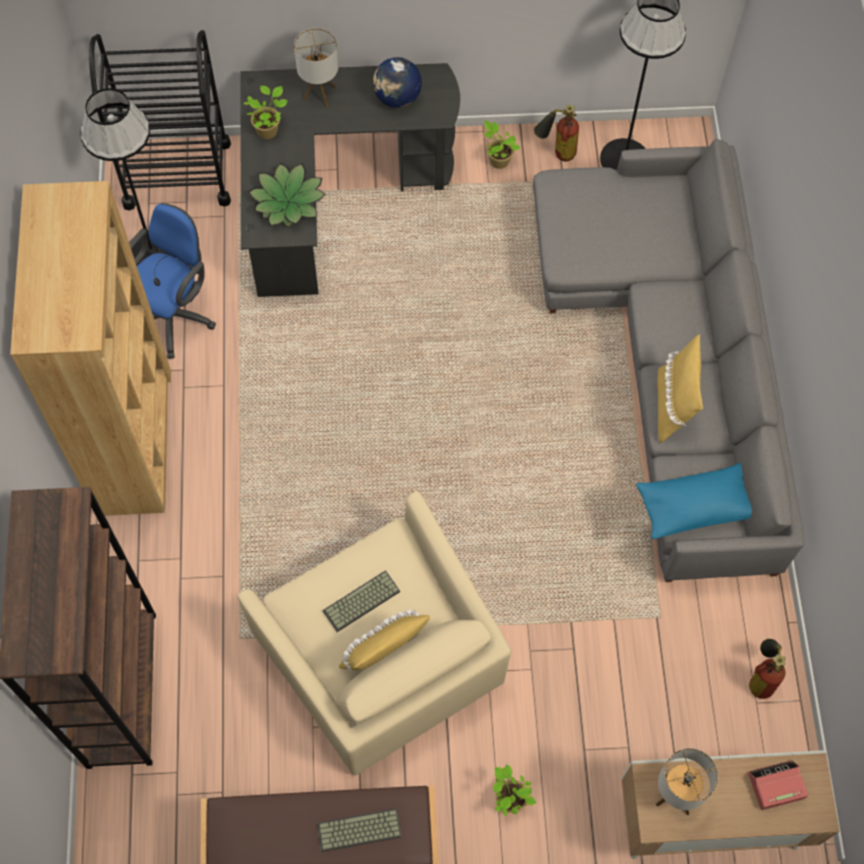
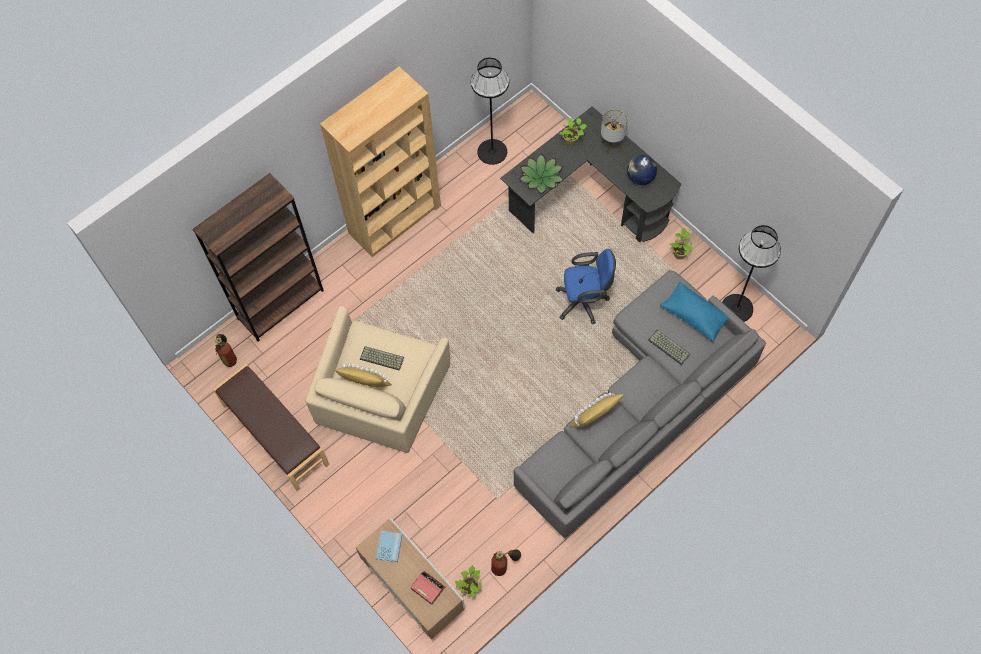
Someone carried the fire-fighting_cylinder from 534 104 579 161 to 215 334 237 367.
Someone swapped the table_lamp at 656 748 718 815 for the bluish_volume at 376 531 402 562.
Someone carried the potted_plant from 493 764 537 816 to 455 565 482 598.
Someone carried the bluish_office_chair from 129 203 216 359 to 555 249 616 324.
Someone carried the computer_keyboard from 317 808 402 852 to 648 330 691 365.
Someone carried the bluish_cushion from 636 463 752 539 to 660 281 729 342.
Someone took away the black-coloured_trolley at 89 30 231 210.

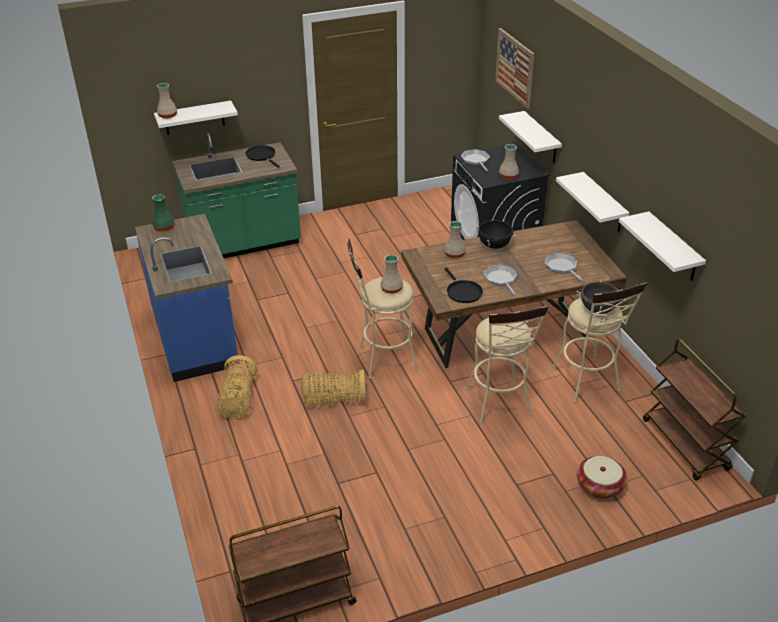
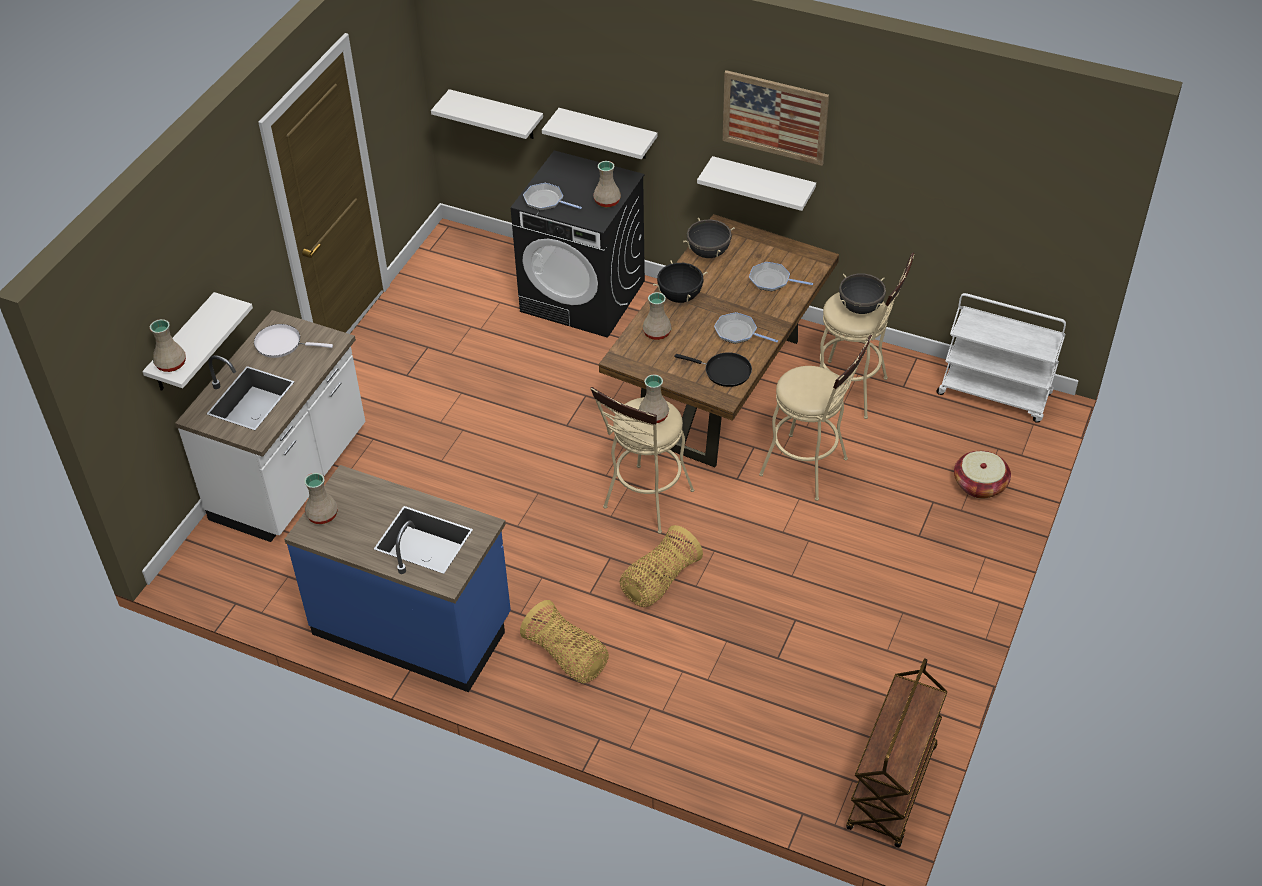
Someone repainted the green_counter at 172 133 301 258, which became the whitish_counter at 175 310 365 542.
Someone repainted the black-coloured_frying_pan at 246 145 280 168, which became the whitish_frying_pan at 254 324 333 358.
Someone repainted the green_decorative_vase at 152 194 174 232, which became the sand-coloured_decorative_vase at 304 473 338 524.
Someone carried the whitish_shelf from 619 211 706 281 to 431 89 543 139.
Someone put down the black-coloured_stockpot at 683 218 735 258.
Someone carried the picture from 495 28 534 109 to 723 70 829 166.
Someone repainted the brown_trolley at 643 339 746 481, which became the whitish_trolley at 936 293 1066 423.

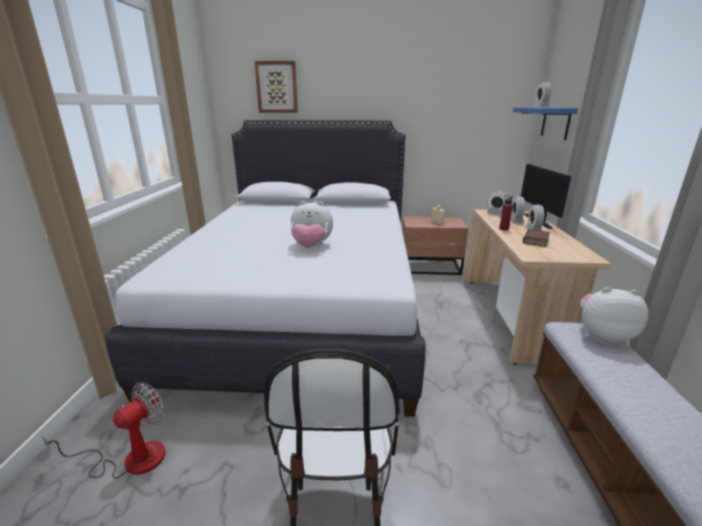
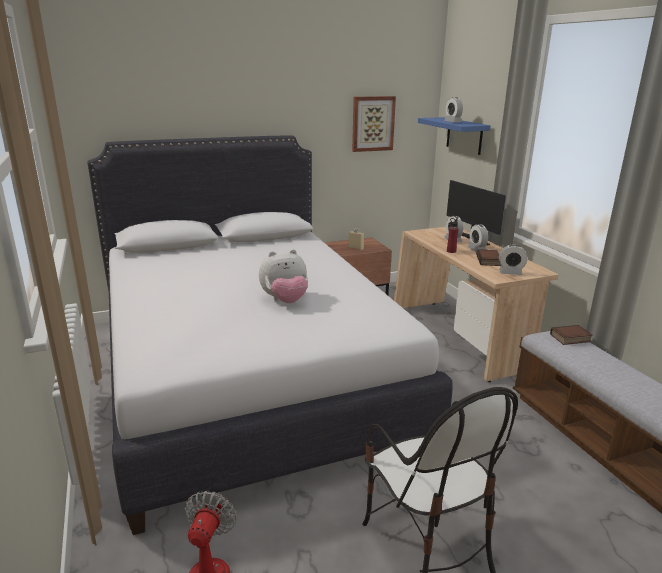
Someone carried the picture from 255 61 298 113 to 352 96 396 152.
Someone carried the bedside_clock from 487 191 509 215 to 499 245 527 275.
Someone swapped the soft_toy at 580 287 648 344 for the volume at 550 325 593 345.

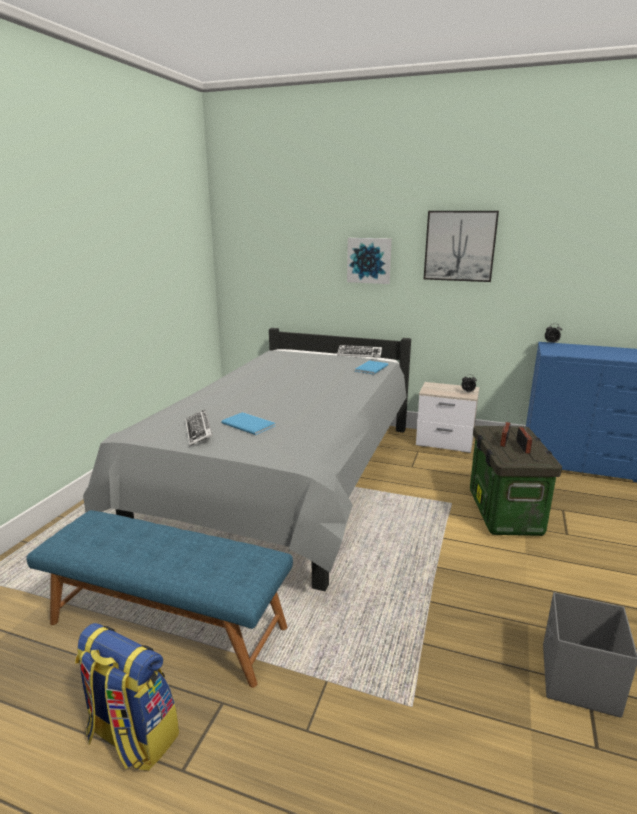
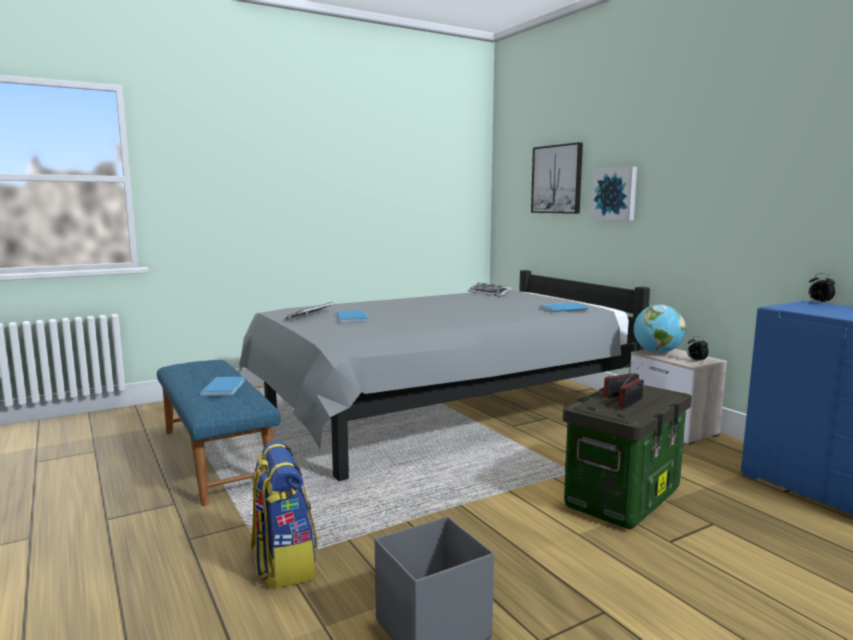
Someone put down the bluish_volume at 199 377 246 396.
Someone carried the backpack from 75 623 179 771 to 251 440 318 589.
Someone carried the computer_keyboard from 337 345 382 358 to 468 282 512 297.
Someone carried the picture from 424 211 499 282 to 531 142 583 214.
Someone put down the globe at 634 304 686 354.

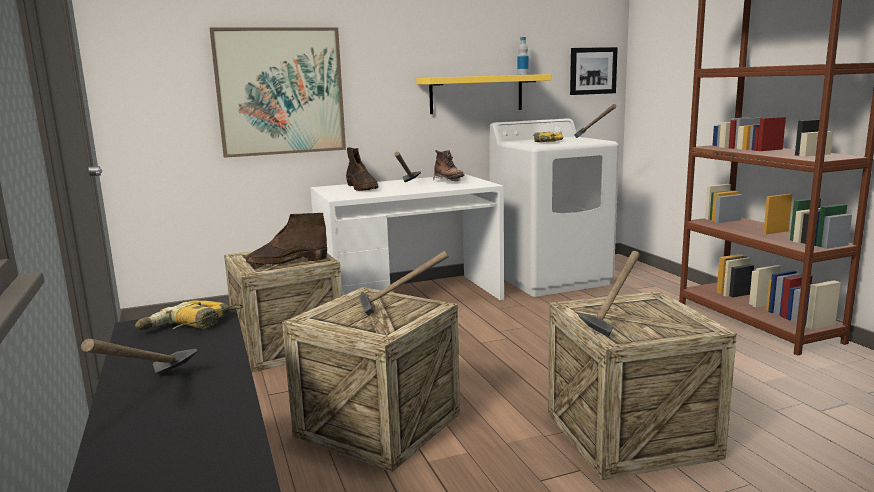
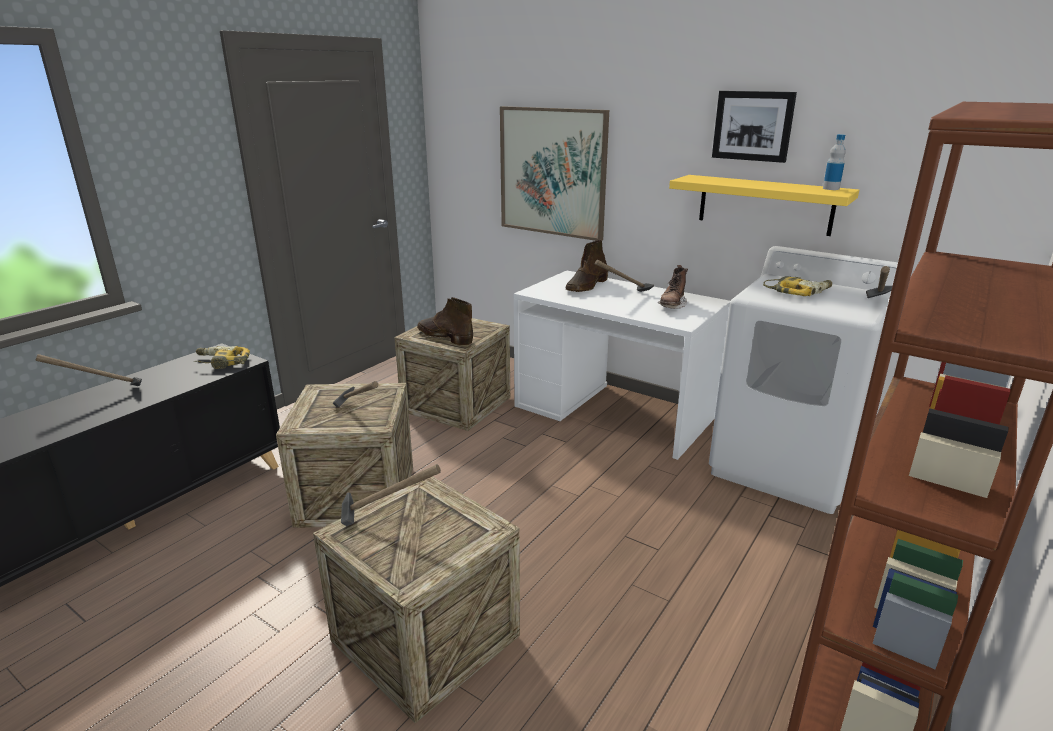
Someone carried the picture from 570 47 618 95 to 712 91 797 163.

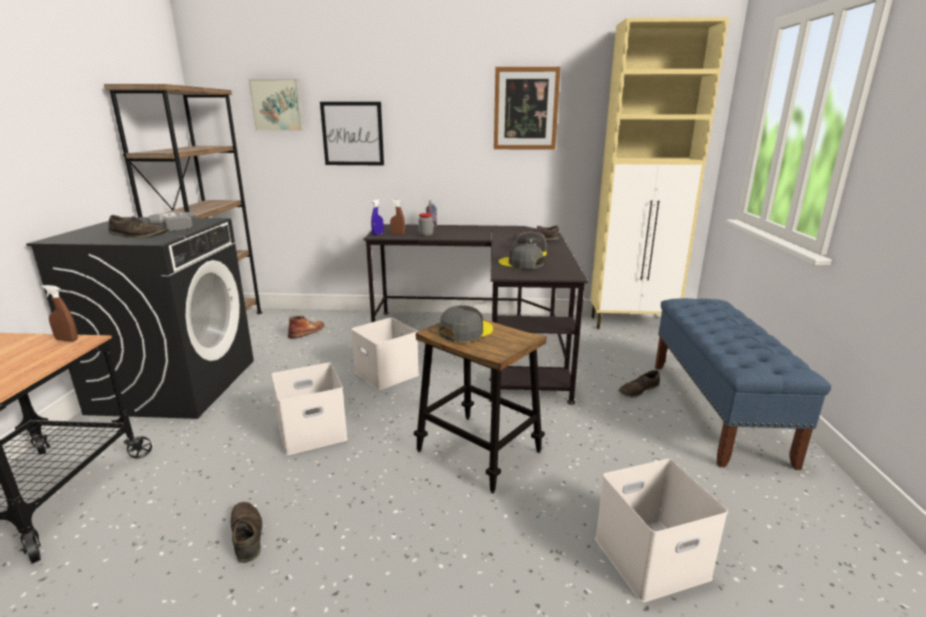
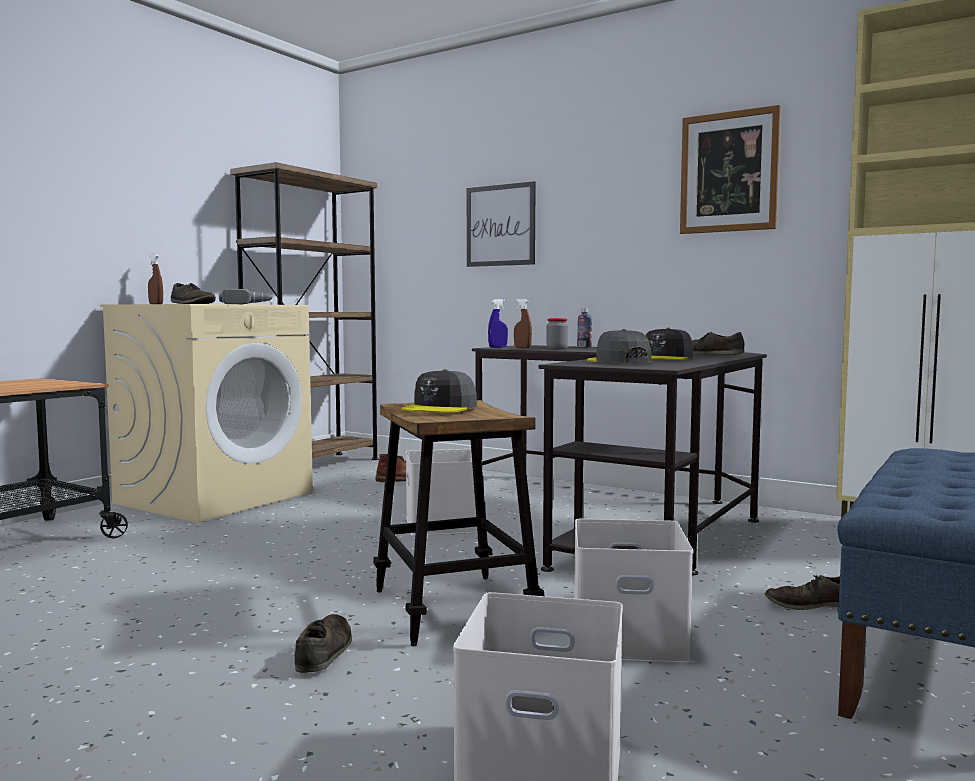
Someone repainted the black-coloured_laundry_appliance at 26 217 254 419, which became the sand-coloured_laundry_appliance at 100 304 313 523.
Someone carried the brown_sprayer from 42 285 78 341 to 148 254 163 304.
Someone carried the brown_item_of_footwear from 231 502 262 563 to 295 614 352 673.
Someone rotated the greyish_cap at 439 305 493 342 by 135 degrees clockwise.
Someone carried the whitish_storage_bin from 271 363 348 456 to 574 519 693 663.
Someone took away the picture at 248 79 304 131.

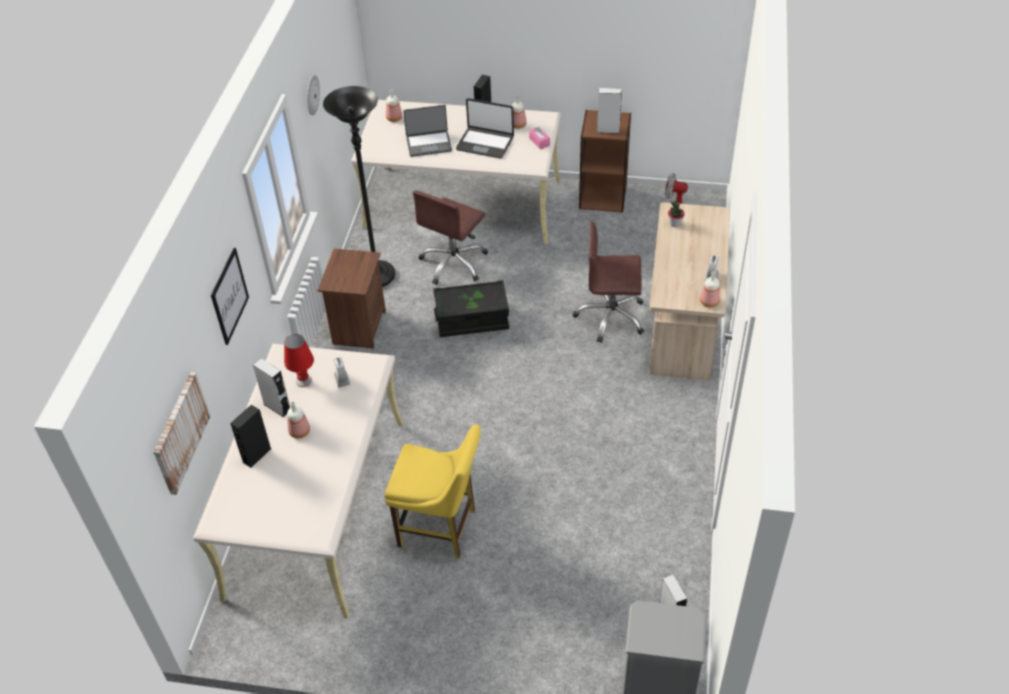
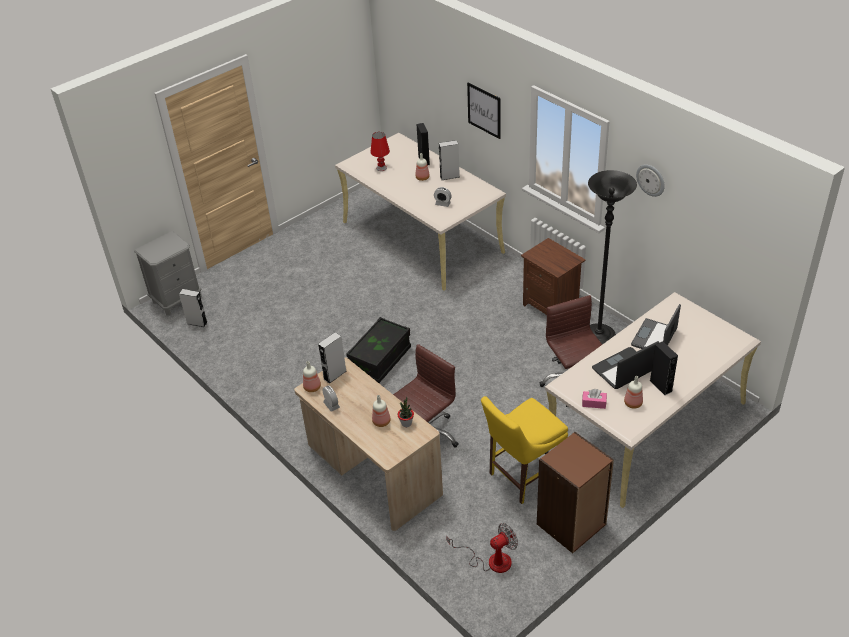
Someone carried the greyish_audio_speaker from 597 88 622 134 to 318 332 346 384.
Someone carried the black-coloured_storage_bin from 433 280 509 337 to 346 317 411 383.
Someone carried the red_table_lamp from 284 334 314 387 to 371 132 390 171.
Someone carried the beverage_bottle from 386 89 402 122 to 372 395 390 427.
Someone carried the yellow_upright_chair from 385 424 481 559 to 481 396 568 504.
Someone took away the picture at 153 372 210 495.

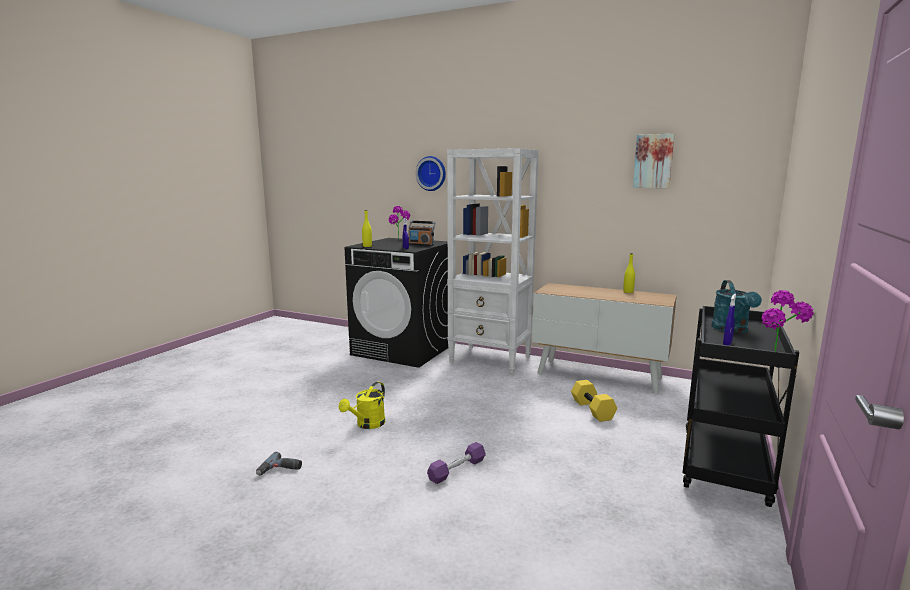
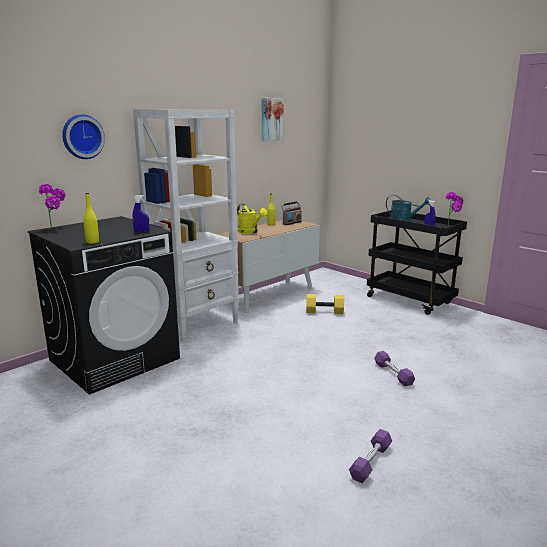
Someone carried the yellow_watering_can from 339 381 385 429 to 237 204 267 234.
Someone carried the radio_set from 408 221 435 246 to 281 201 302 225.
Someone swapped the drill at 256 452 302 476 for the purple_hand_weight at 349 429 392 483.

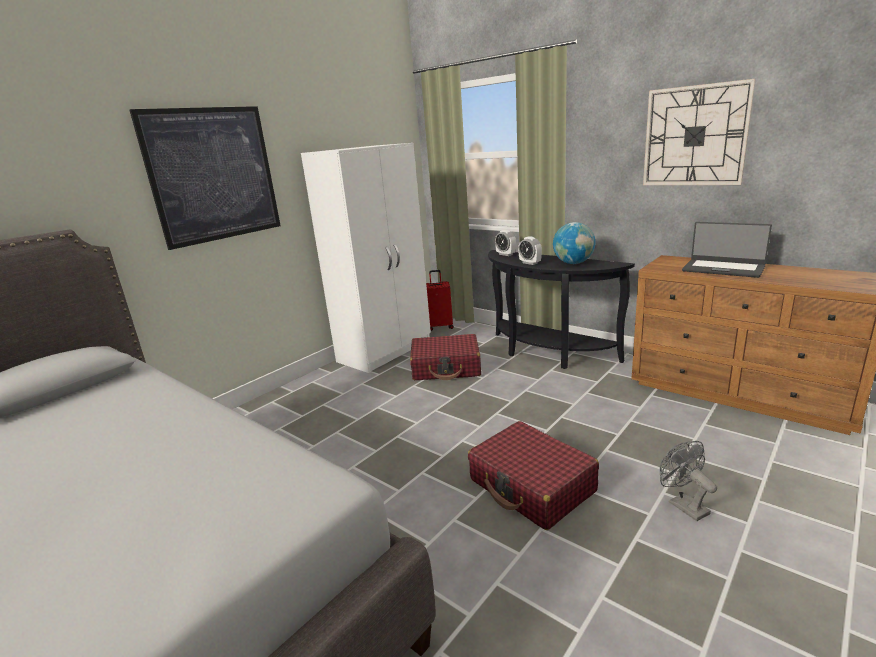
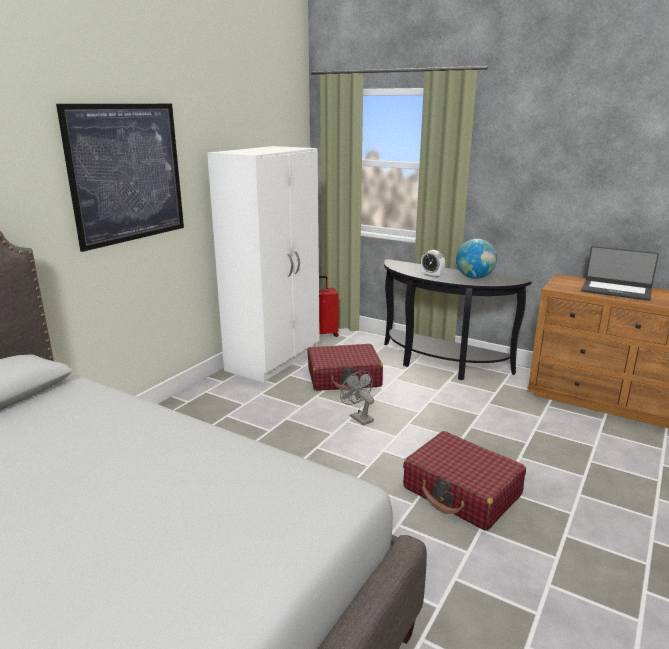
Someone carried the greyish_fan from 660 441 717 521 to 340 371 374 426.
Someone took away the bedside_clock at 495 230 516 256.
Someone took away the wall_clock at 643 79 756 185.

